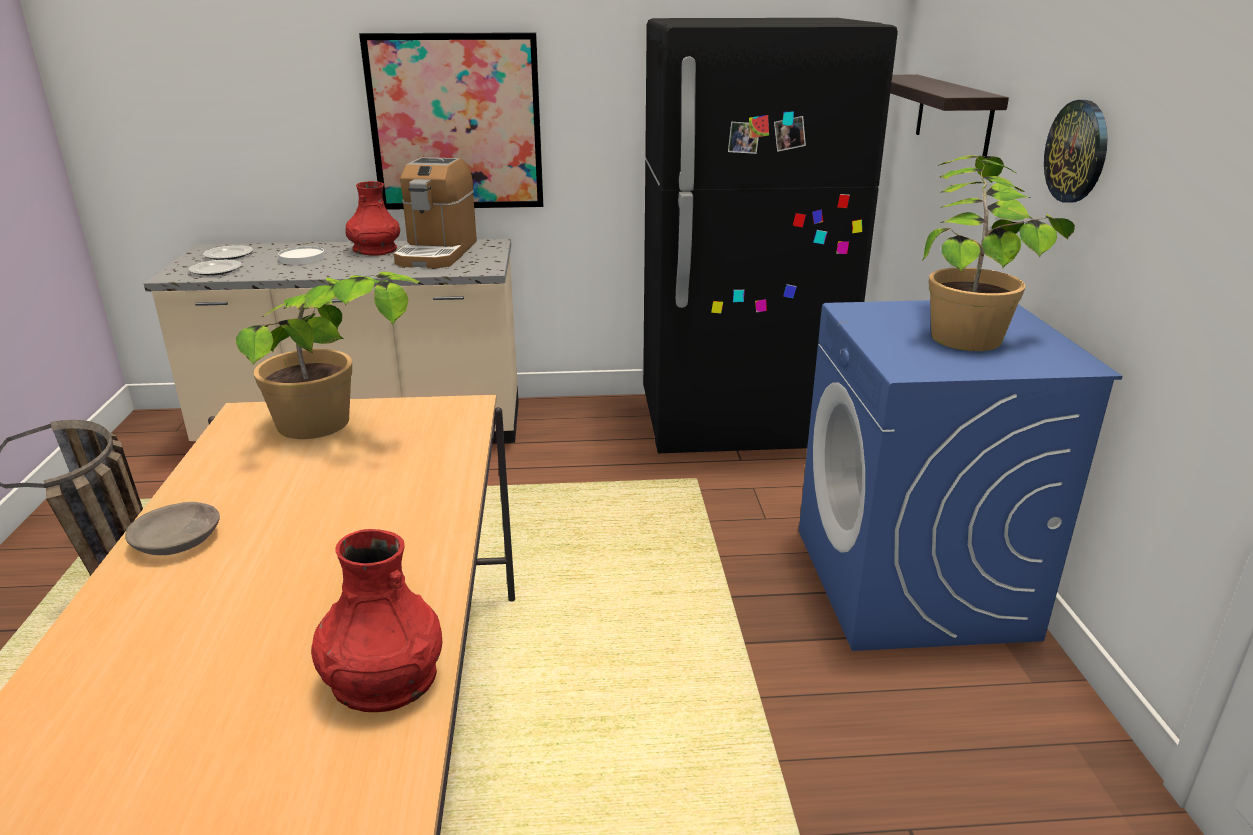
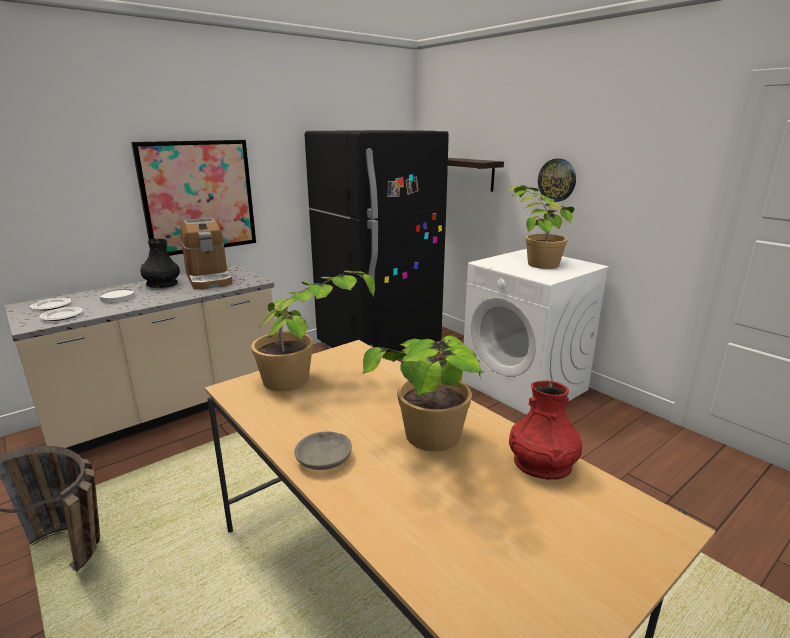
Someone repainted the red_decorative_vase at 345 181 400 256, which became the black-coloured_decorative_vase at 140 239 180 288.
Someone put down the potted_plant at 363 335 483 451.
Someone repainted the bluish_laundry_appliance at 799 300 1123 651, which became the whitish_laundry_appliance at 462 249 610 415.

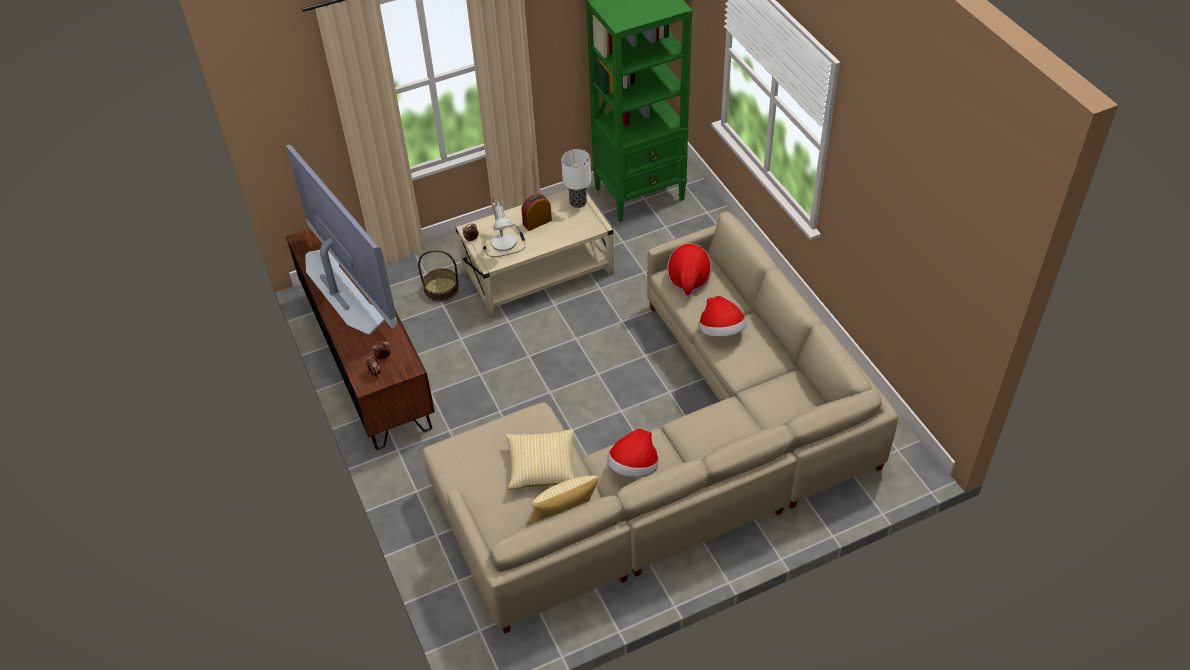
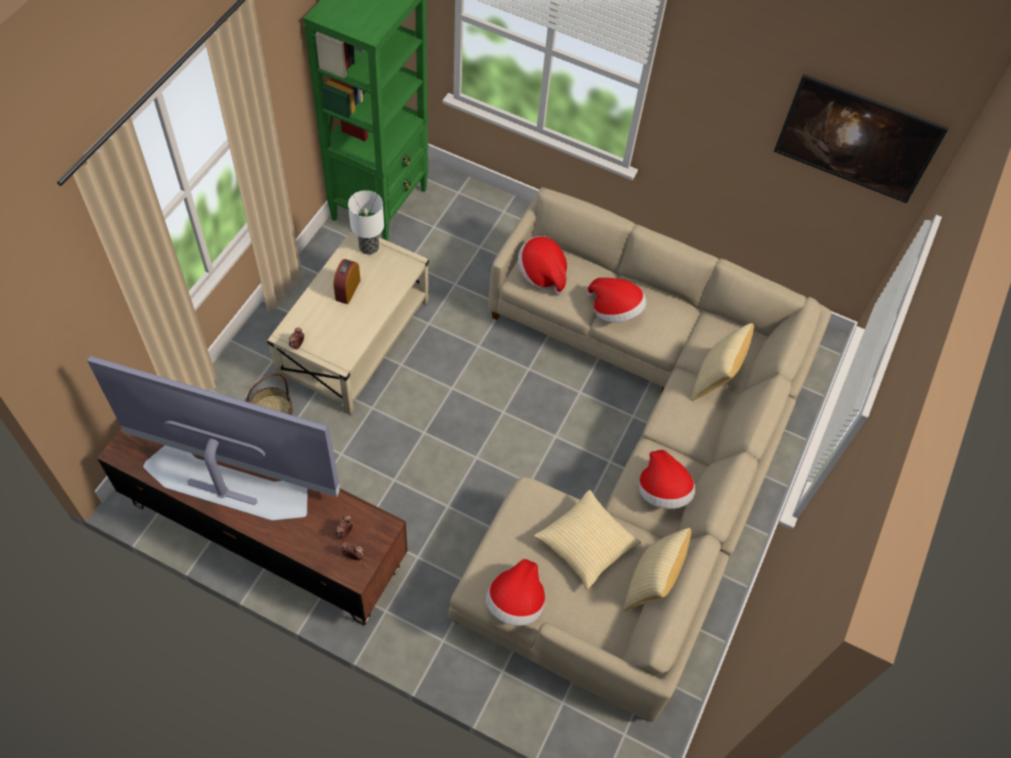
Someone put down the wearable_hat at 486 559 545 626.
Someone put down the cushion at 691 323 754 401.
Someone put up the picture at 774 74 949 203.
Someone took away the table_lamp at 483 199 526 257.

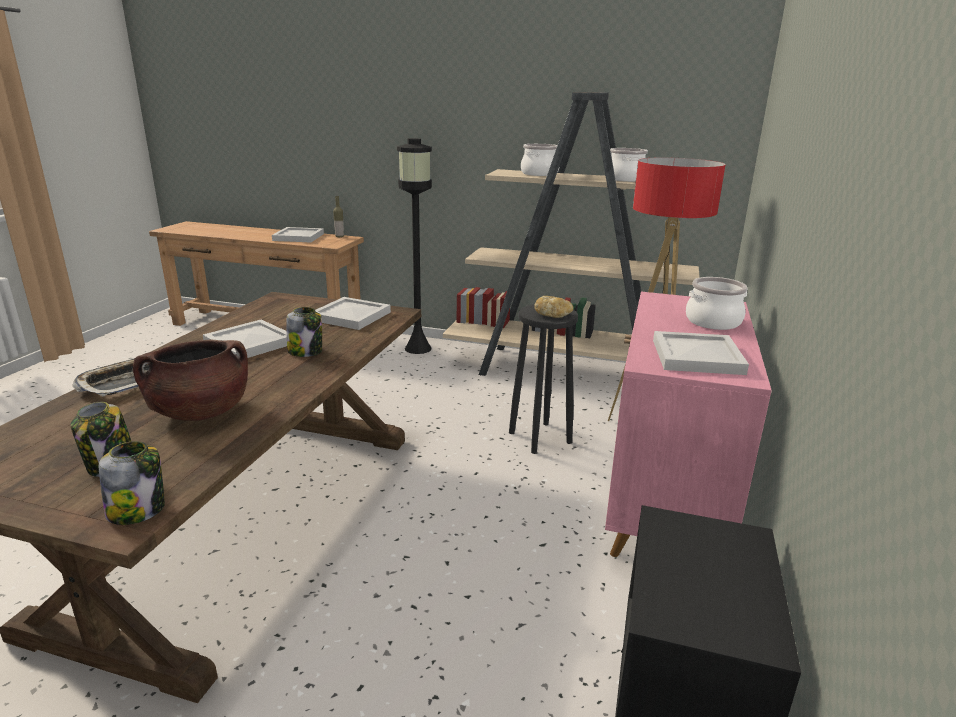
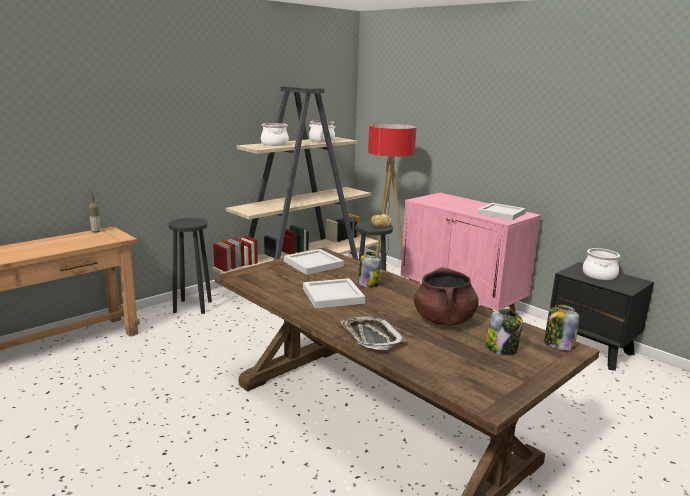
Someone swapped the black-coloured_standing_lamp at 397 138 432 354 for the black-coloured_stool_seat at 168 218 212 314.
Someone carried the stockpot from 686 277 748 330 to 583 248 620 280.
Someone took away the whitish_tray at 272 227 324 242.

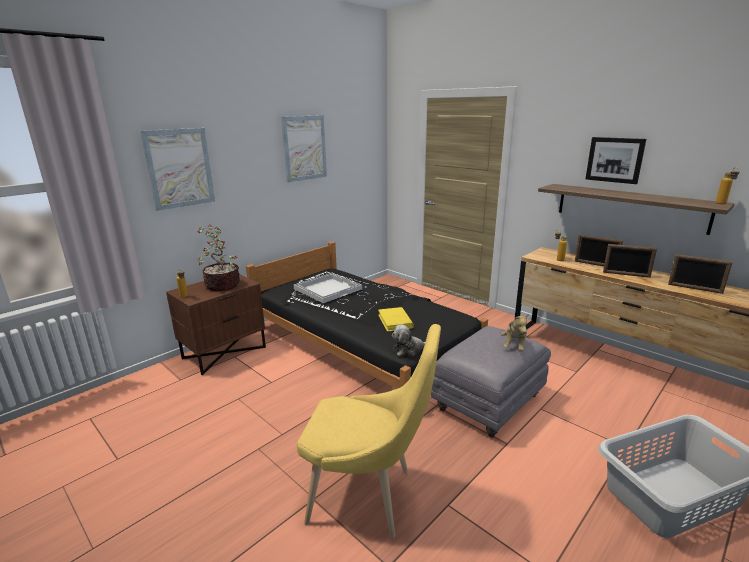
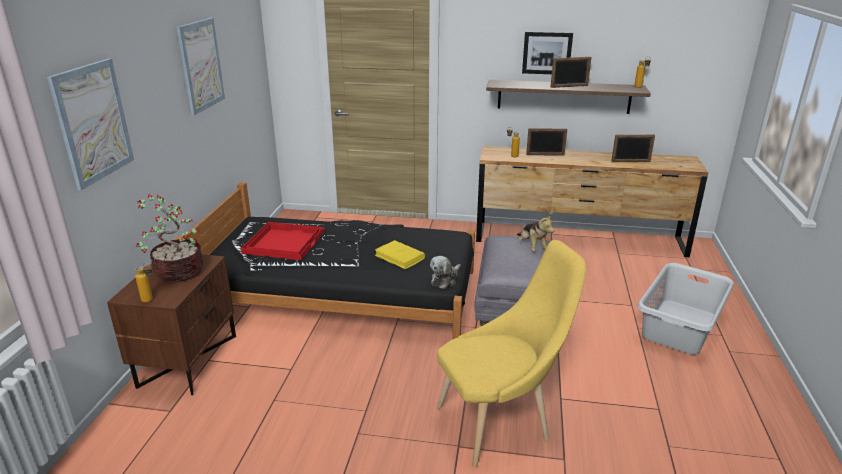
Someone repainted the whitish_tray at 294 273 362 303, which became the red_tray at 241 222 324 260.
Someone carried the photo_frame from 603 244 657 278 to 550 57 591 88.

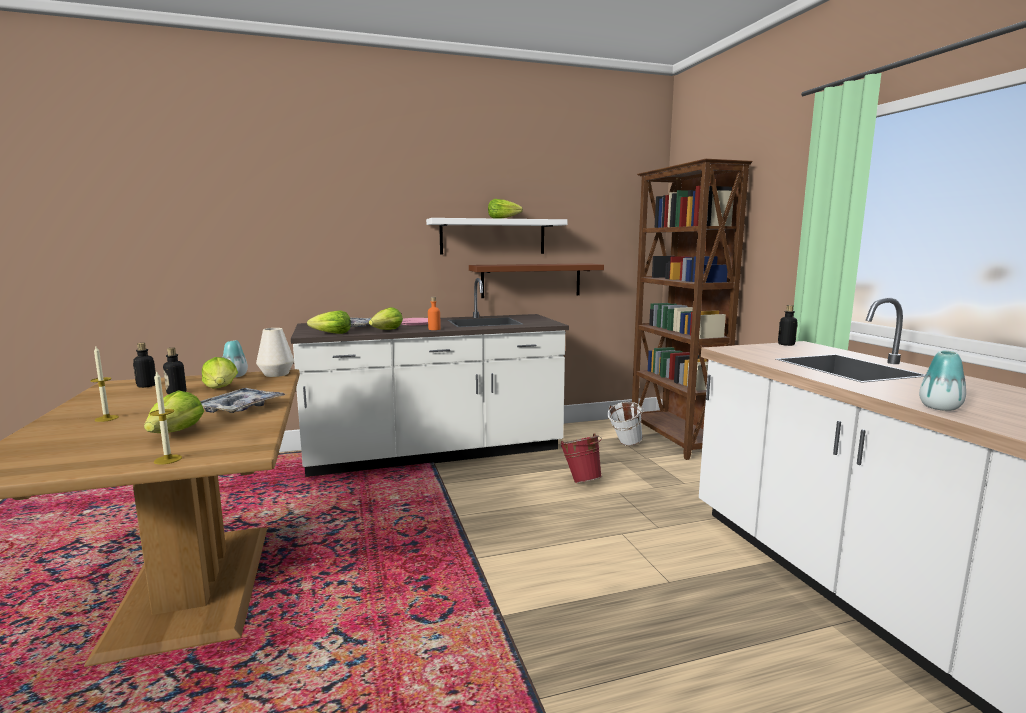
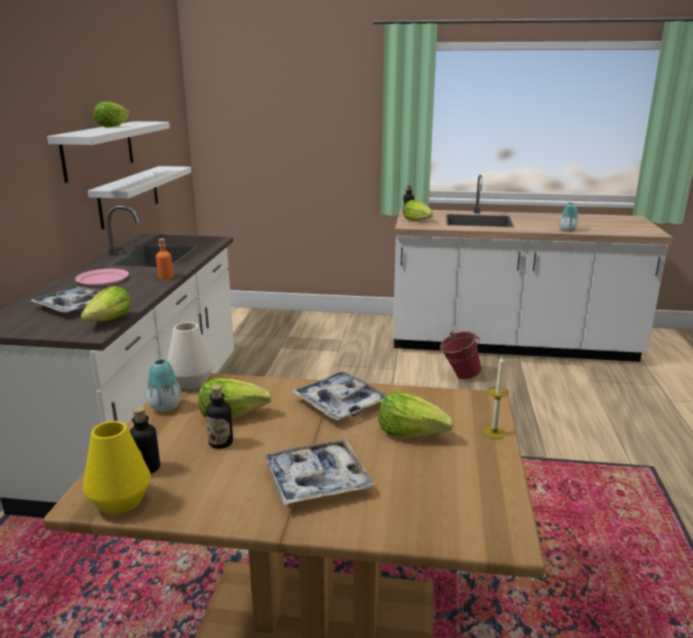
Someone put down the yellow_decorative_vase at 83 421 151 515.
Someone repainted the brown_shelf at 469 263 604 298, which became the whitish_shelf at 88 166 191 230.
Someone swapped the wax_candle at 90 347 119 422 for the tray at 264 439 374 505.
Someone carried the lettuce_head from 369 307 403 330 to 403 200 433 221.
Someone carried the red_bucket from 560 433 602 483 to 440 331 482 380.
Someone took away the whitish_bucket at 607 402 644 446.
Someone took away the brown_shelving_unit at 632 159 753 460.

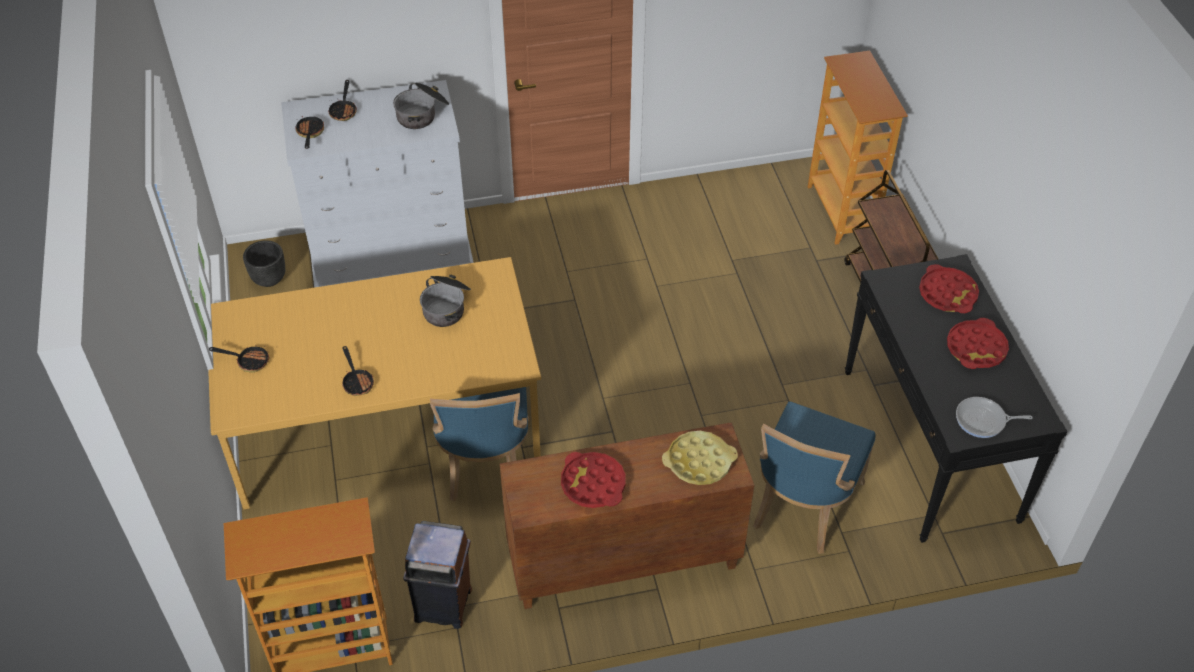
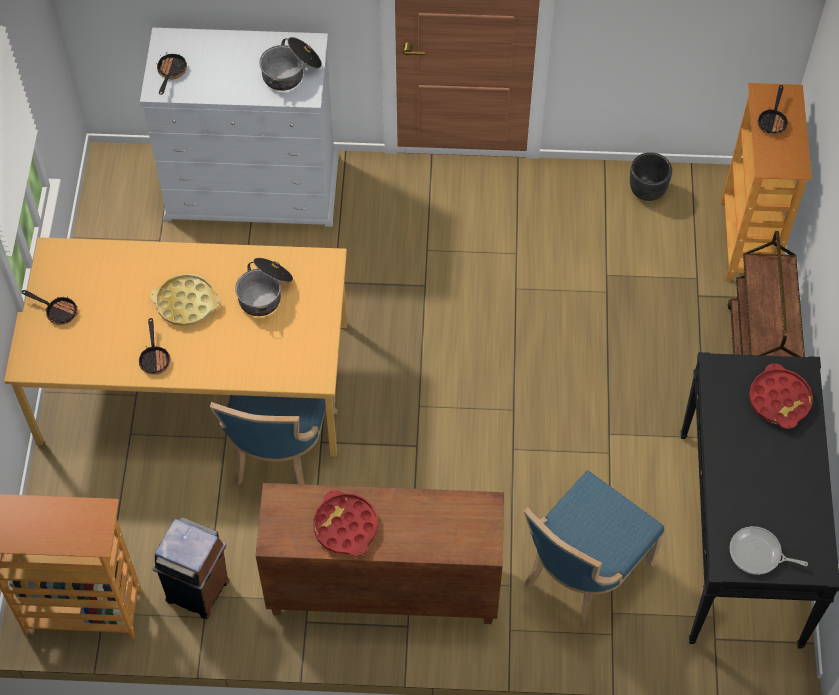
Someone carried the yellow_tray from 662 431 738 485 to 150 274 220 326.
Someone carried the black-coloured_planter from 243 240 285 287 to 630 152 672 201.
Someone carried the frying_pan from 328 80 357 121 to 757 85 789 136.
Someone took away the red_tray at 947 318 1009 369.

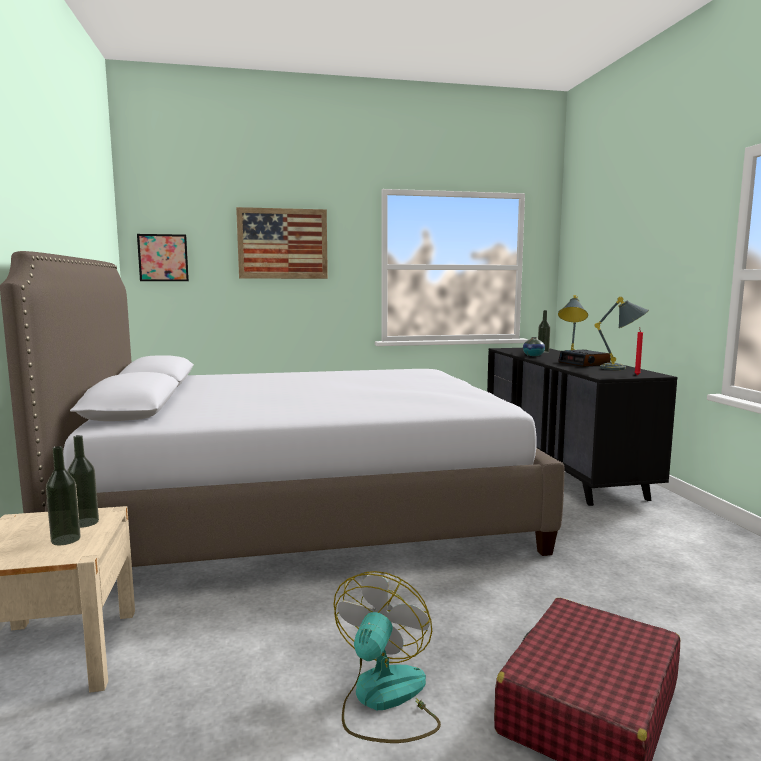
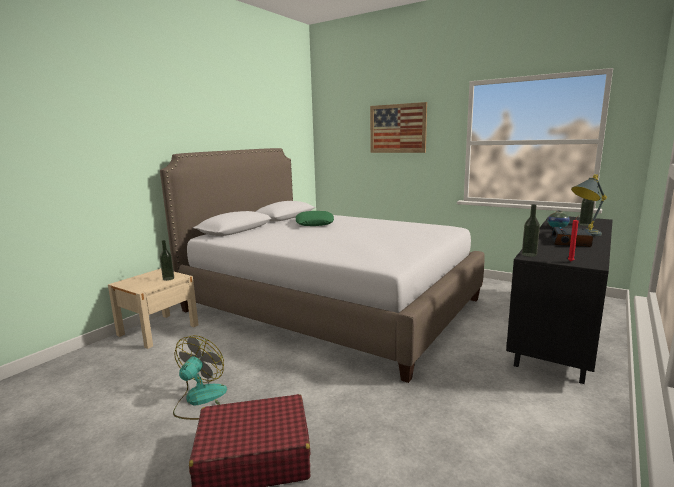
Someone rotated the fan at 334 571 441 743 by 45 degrees counterclockwise.
Someone put down the green_cushion at 296 211 334 226.
Someone carried the beverage_bottle from 46 446 81 546 to 522 204 540 257.
Someone took away the picture at 137 234 189 281.
Someone took away the greyish_table_lamp at 595 297 649 370.

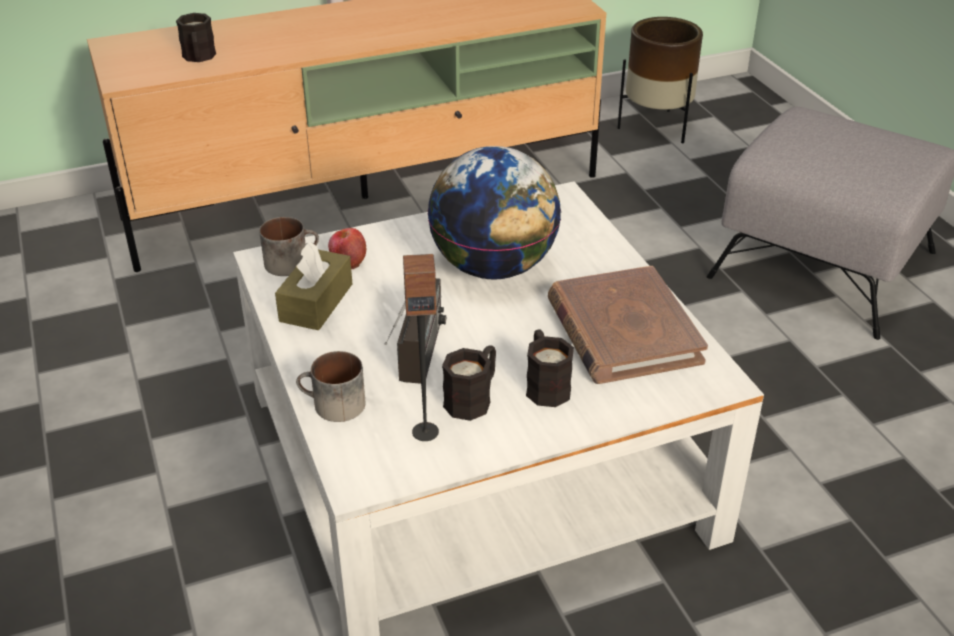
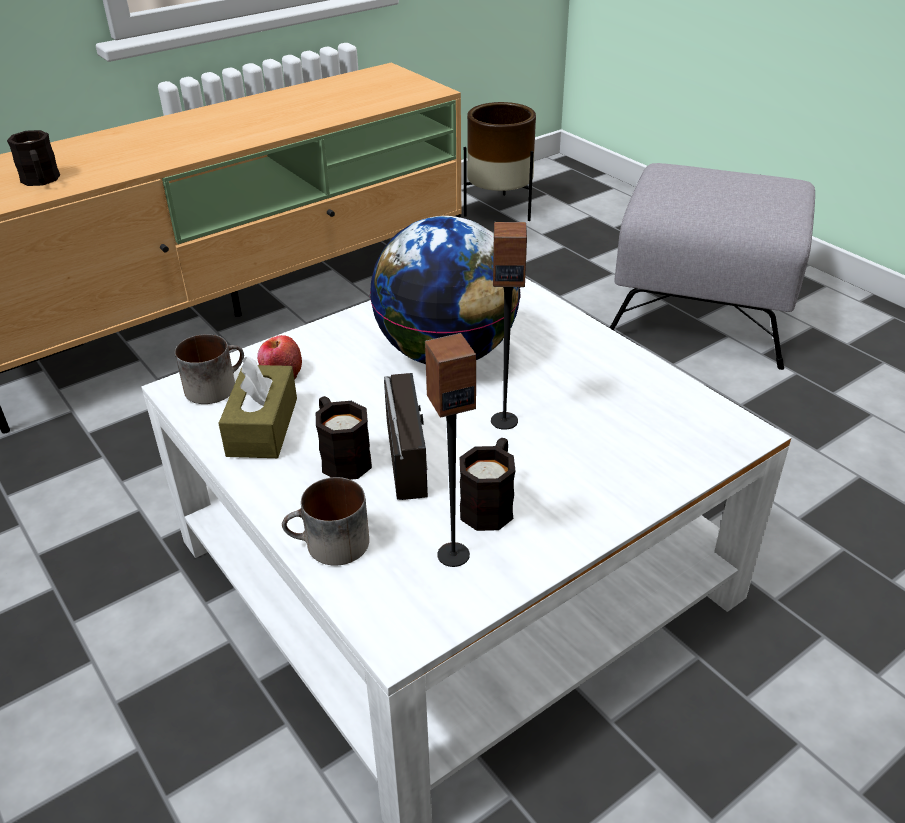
Someone carried the black-coloured_tea_mug from 526 330 574 407 to 316 396 372 480.
Someone put down the audio_speaker at 491 222 527 430.
Someone took away the brown_volume at 548 266 708 384.

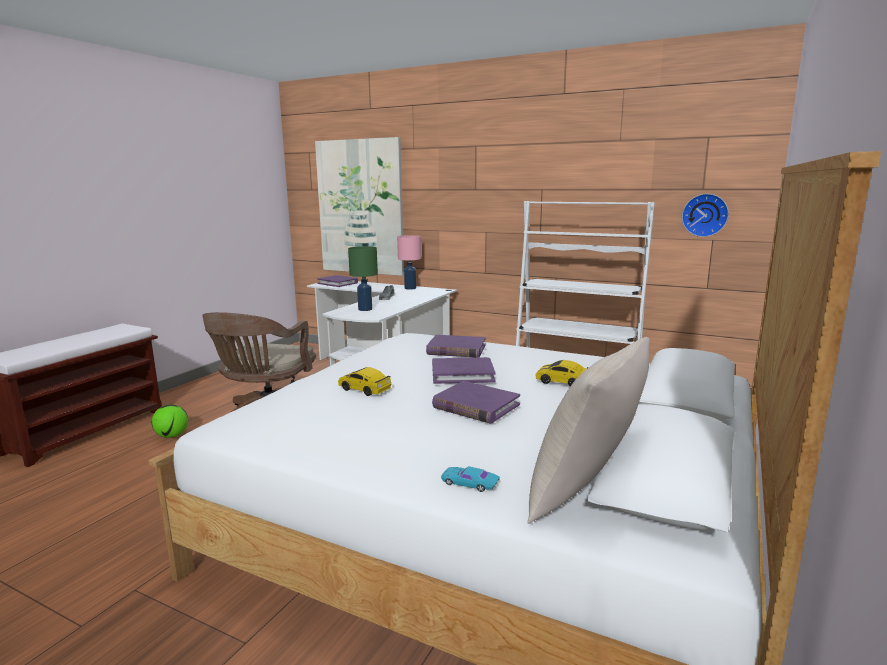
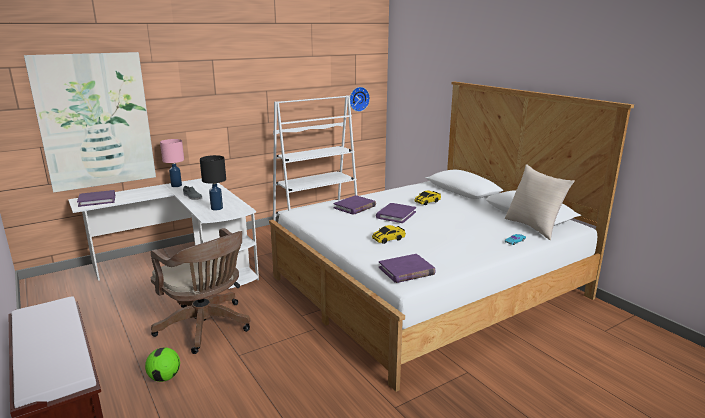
Someone repainted the green_table_lamp at 348 246 378 311, which became the black-coloured_table_lamp at 200 155 226 210.
Someone carried the purple_volume from 432 381 520 424 to 379 254 436 283.

